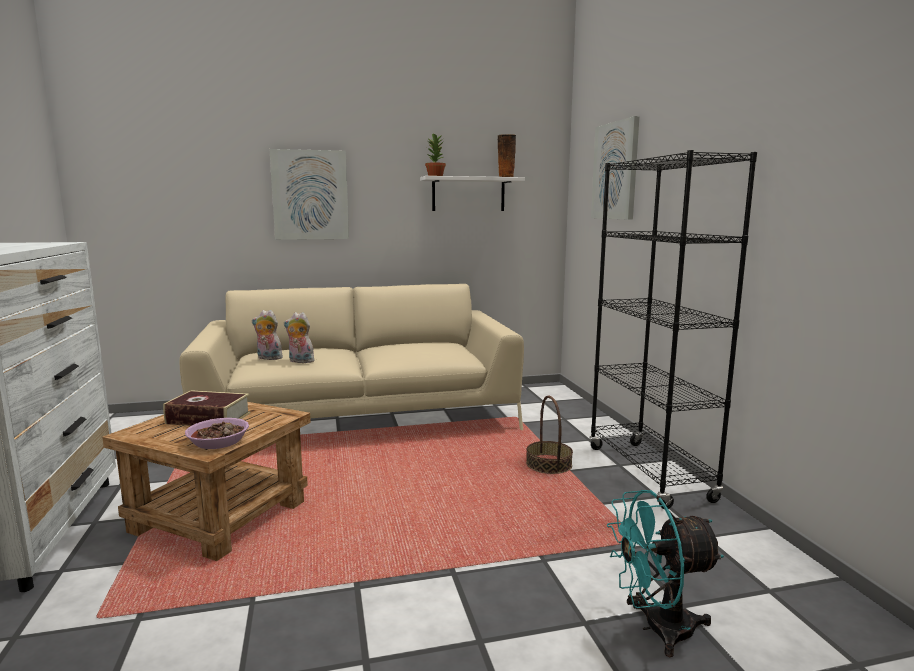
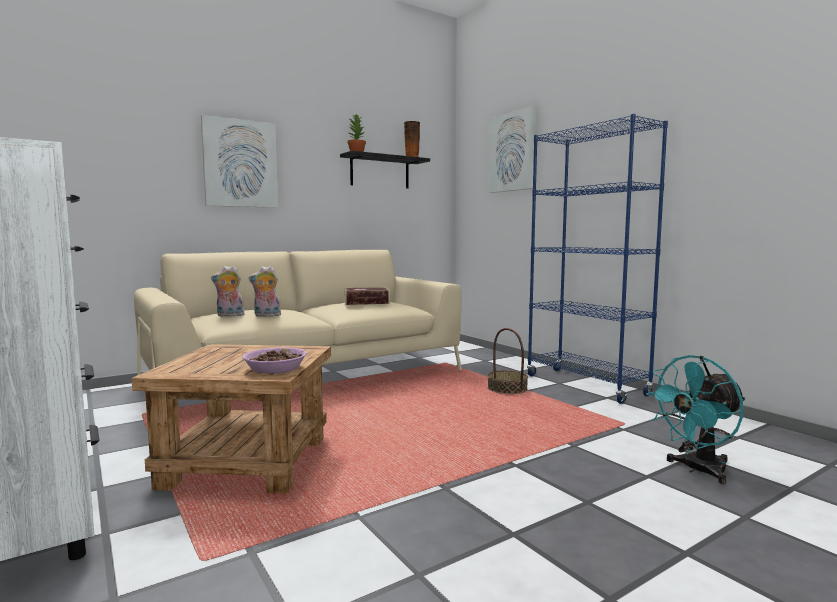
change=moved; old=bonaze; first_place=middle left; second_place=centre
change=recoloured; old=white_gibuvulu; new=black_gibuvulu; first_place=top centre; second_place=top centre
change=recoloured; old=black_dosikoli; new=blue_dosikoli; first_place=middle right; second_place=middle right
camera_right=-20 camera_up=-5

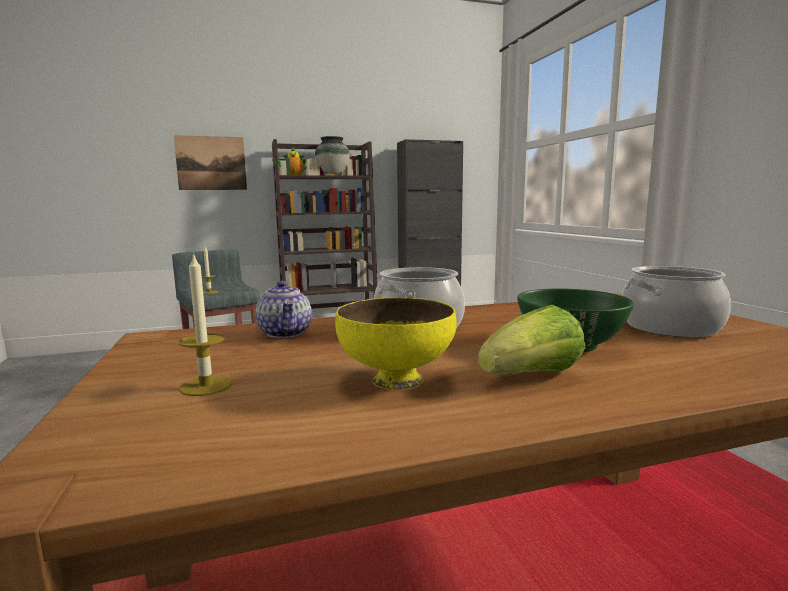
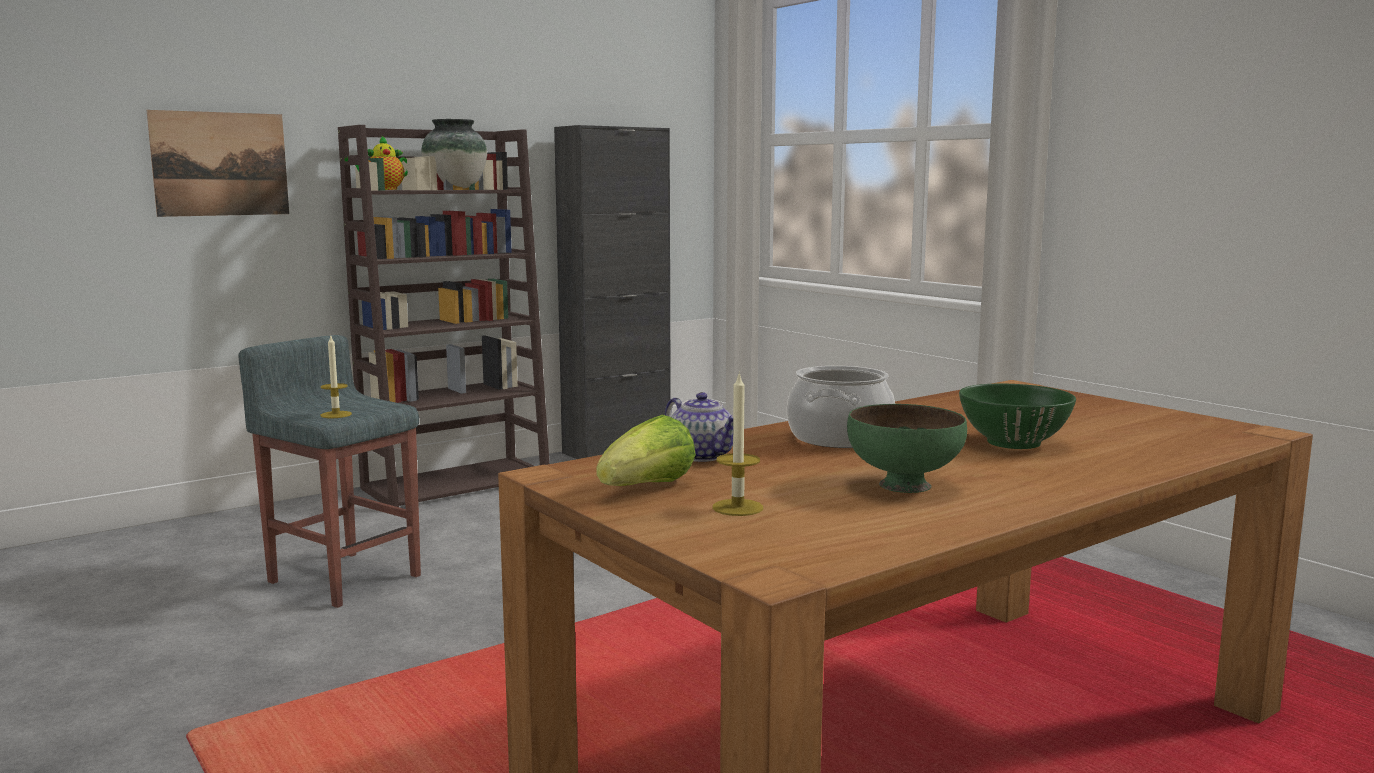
change=removed; old=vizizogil (2nd from left); first_place=middle right
change=moved; old=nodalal; first_place=middle right; second_place=centre
change=recoloured; old=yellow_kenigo; new=green_kenigo (1st from left); first_place=centre; second_place=centre
camera_right=-20 camera_up=0

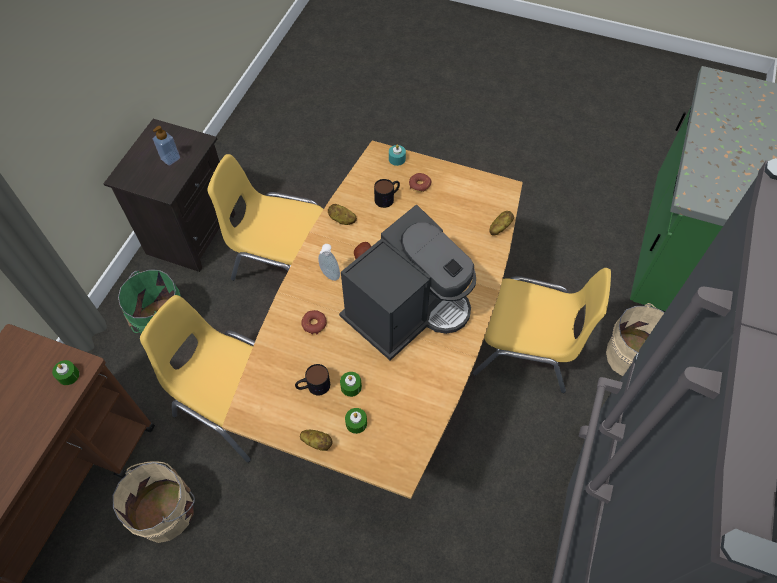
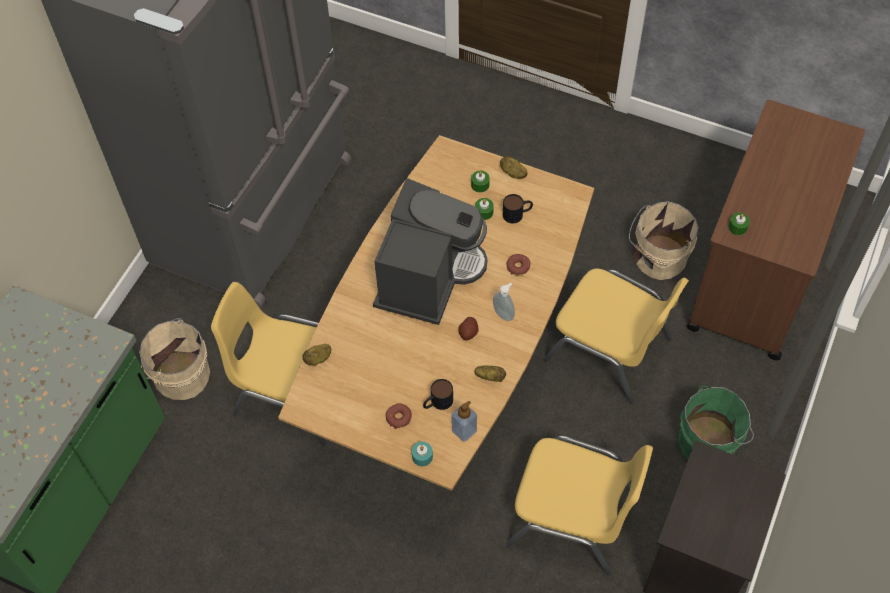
change=moved; old=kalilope (1st from left); first_place=top left; second_place=bottom centre
change=turned; old=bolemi; first_place=centre; second_place=centre; degrees=150
camera_right=-175 camera_up=0

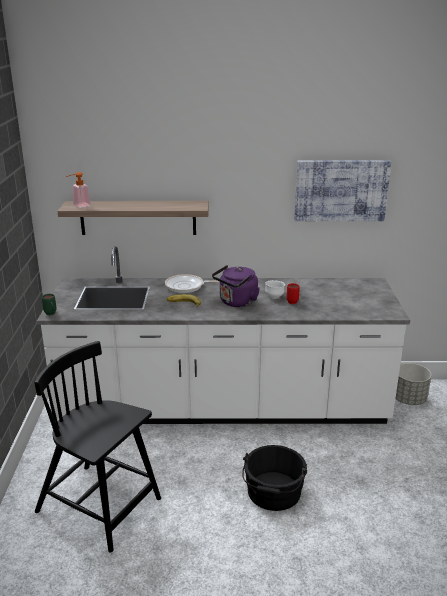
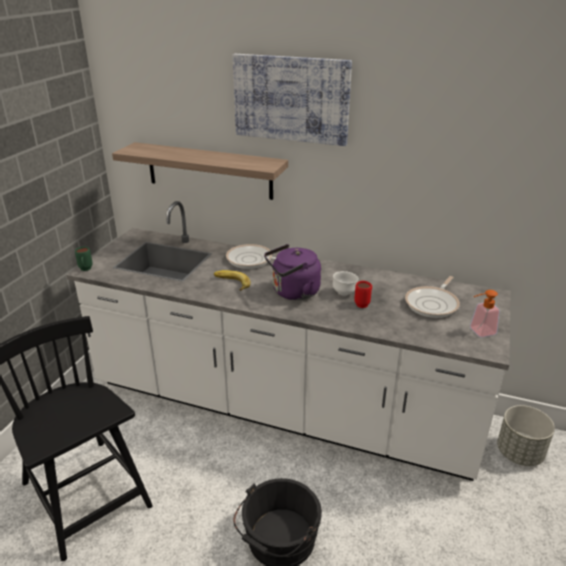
change=added; new=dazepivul (2nd from left); second_place=middle right
change=moved; old=kalilope; first_place=top left; second_place=middle right
change=moved; old=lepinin; first_place=top right; second_place=top centre
camera_right=20 camera_up=5

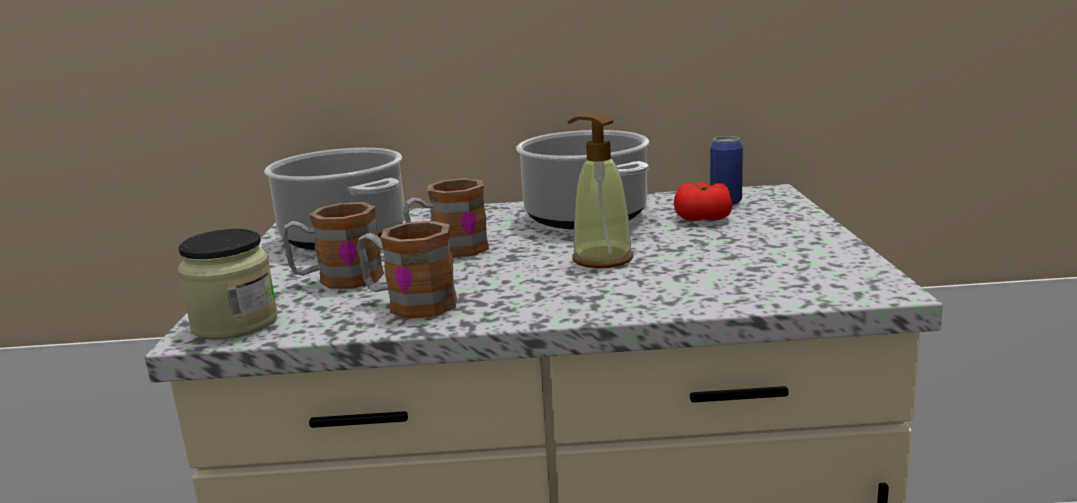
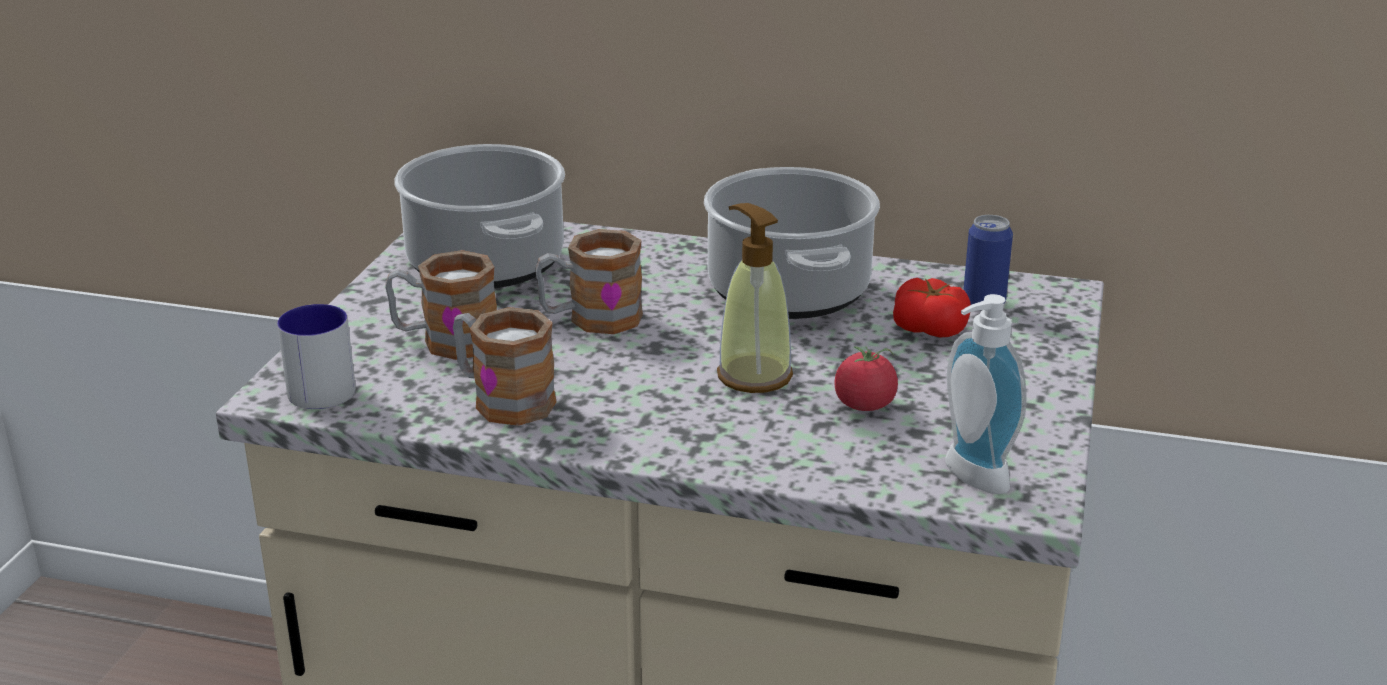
change=added; new=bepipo (1st from left); second_place=centre
change=added; new=kalilope (2nd from left); second_place=middle right
change=replaced; old=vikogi; new=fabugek (1st from left); first_place=middle left; second_place=middle left
camera_right=15 camera_up=10

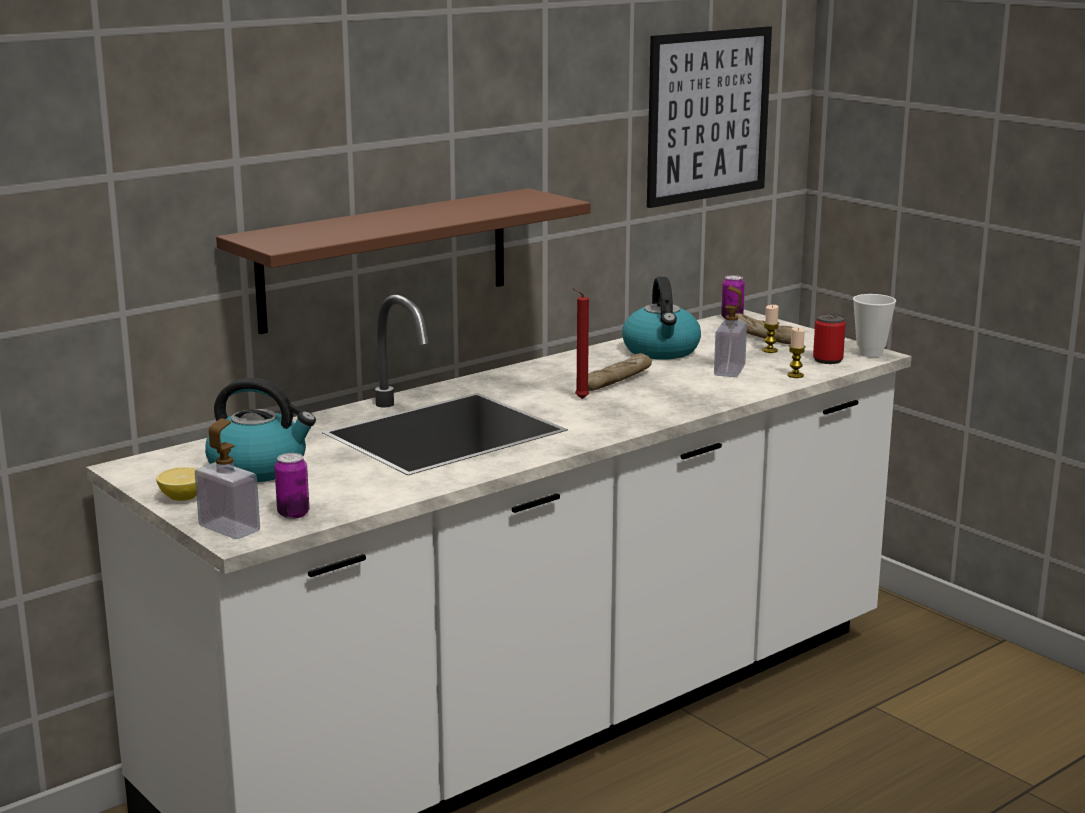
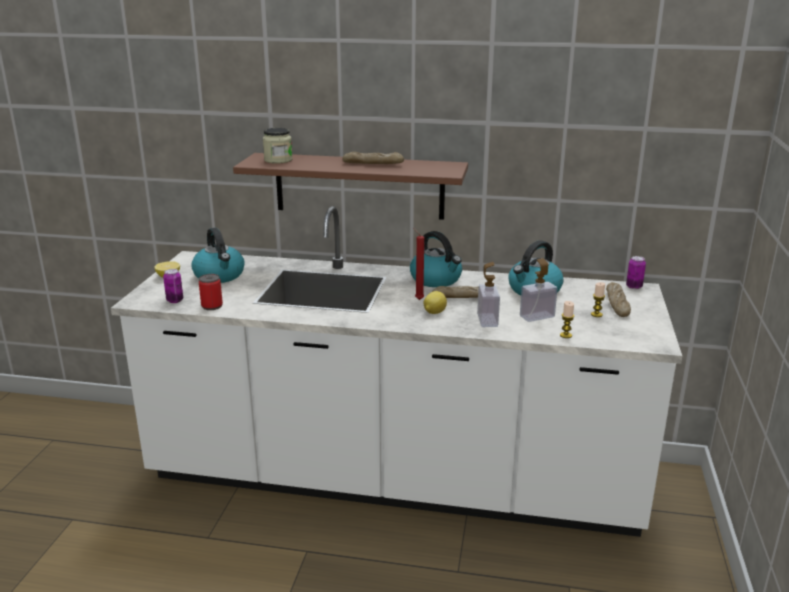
change=removed; old=lepinin; first_place=top centre
change=removed; old=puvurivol; first_place=middle right
change=added; new=vikogi; second_place=top centre
change=added; new=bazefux (1st from left); second_place=top centre
change=added; new=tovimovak (2nd from left); second_place=centre
change=added; new=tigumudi (2nd from left); second_place=centre
change=moved; old=kalilope (1st from left); first_place=middle left; second_place=centre
change=moved; old=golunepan (3rd from left in the first image); new=golunepan (2nd from left); first_place=middle right; second_place=middle left
camera_right=50 camera_up=5

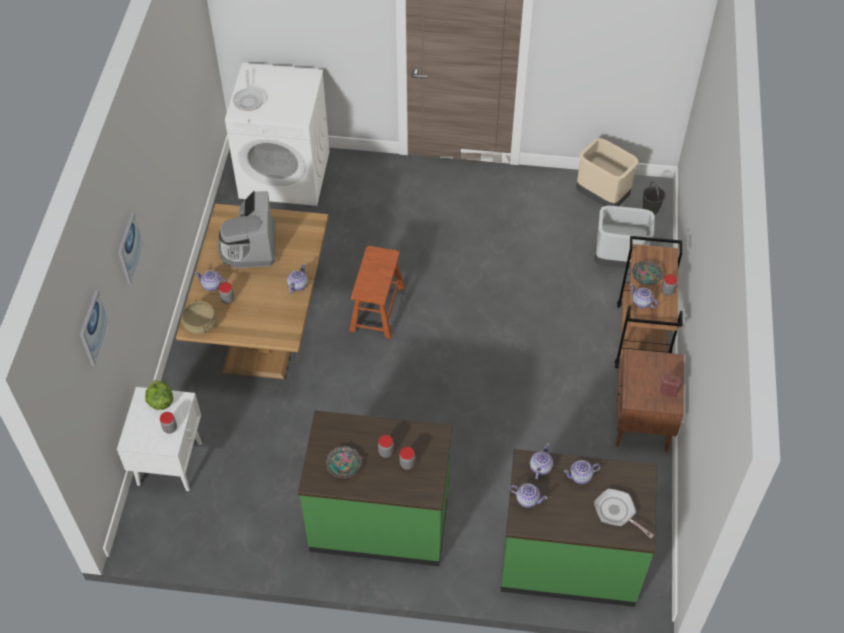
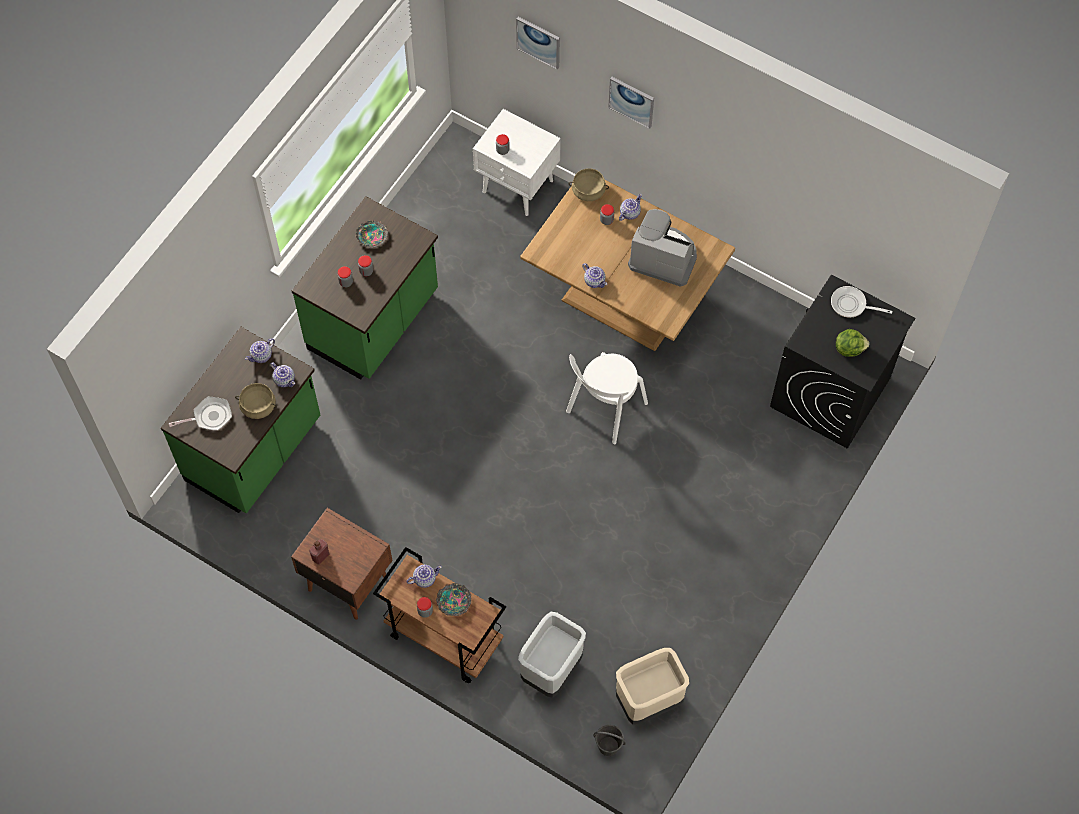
change=moved; old=nodalal; first_place=middle left; second_place=middle right
change=replaced; old=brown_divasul; new=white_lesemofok; first_place=centre; second_place=centre
change=replaced; old=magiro (5th from left); new=beige_vizizogil (1st from left); first_place=bottom right; second_place=middle left
change=recoloured; old=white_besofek; new=black_besofek; first_place=top left; second_place=middle right
camera_right=115 camera_up=10

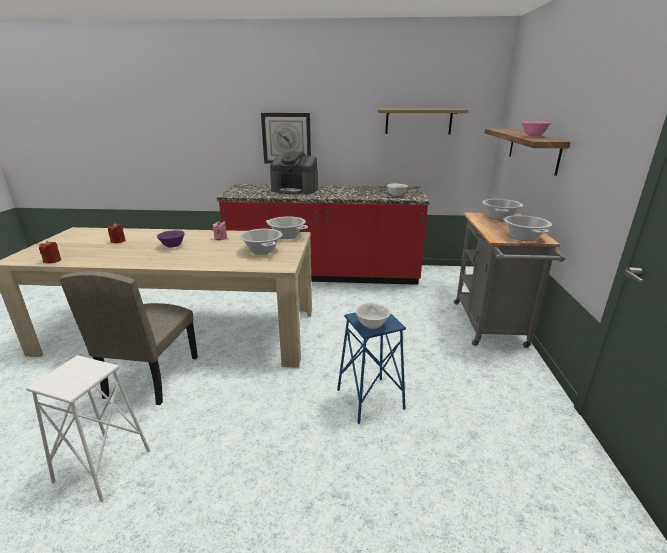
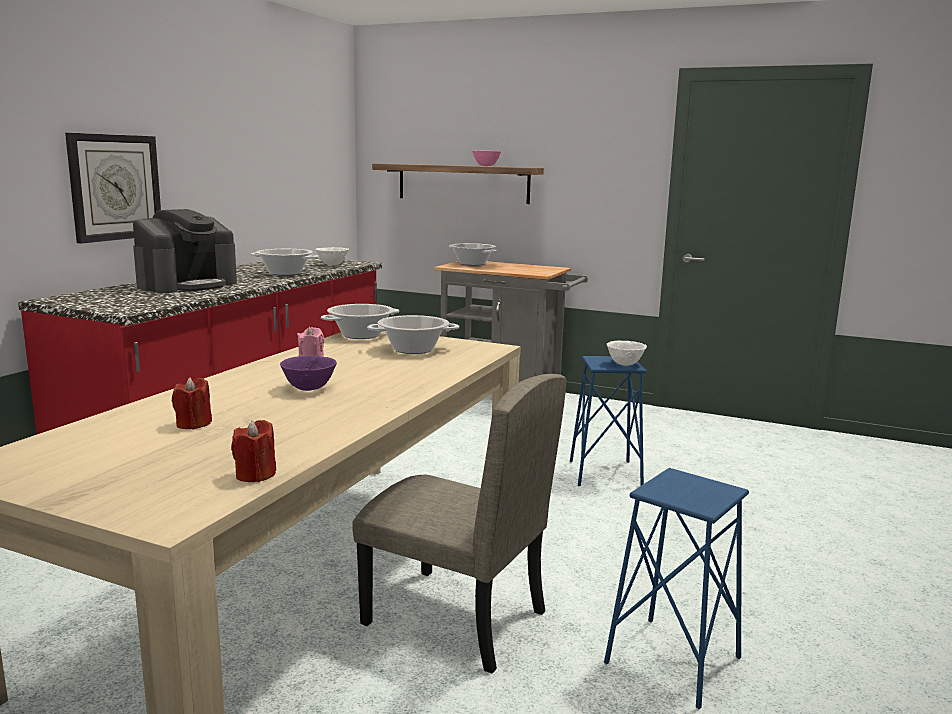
change=removed; old=gibuvulu (1st from left); first_place=top centre
change=moved; old=vizizogil (4th from left in the first image); new=vizizogil (1st from left); first_place=middle right; second_place=middle left
change=recoloured; old=white_divasul; new=blue_divasul (2nd from left); first_place=bottom left; second_place=bottom right
camera_right=-70 camera_up=-10

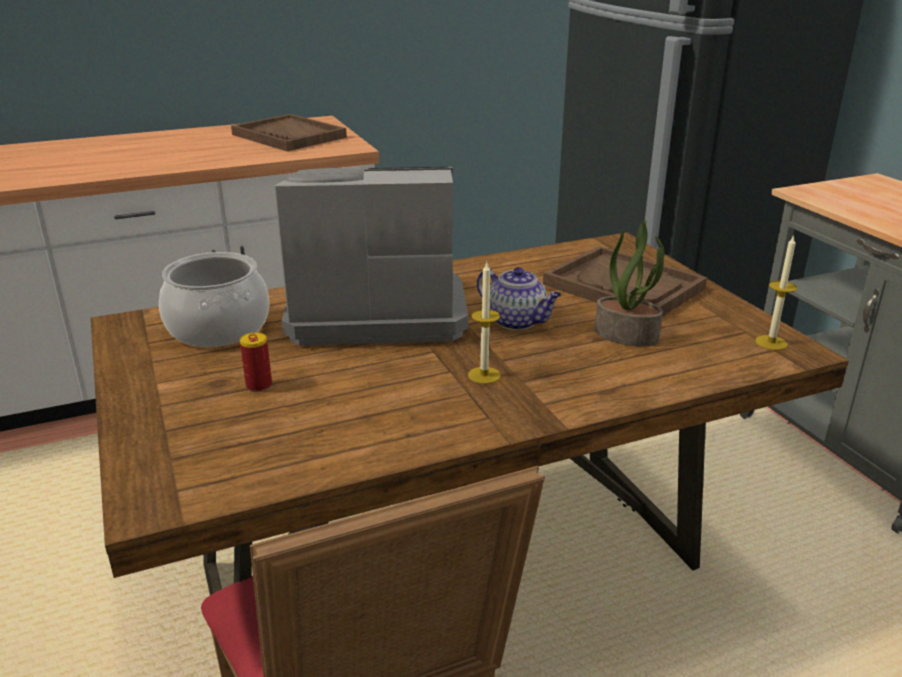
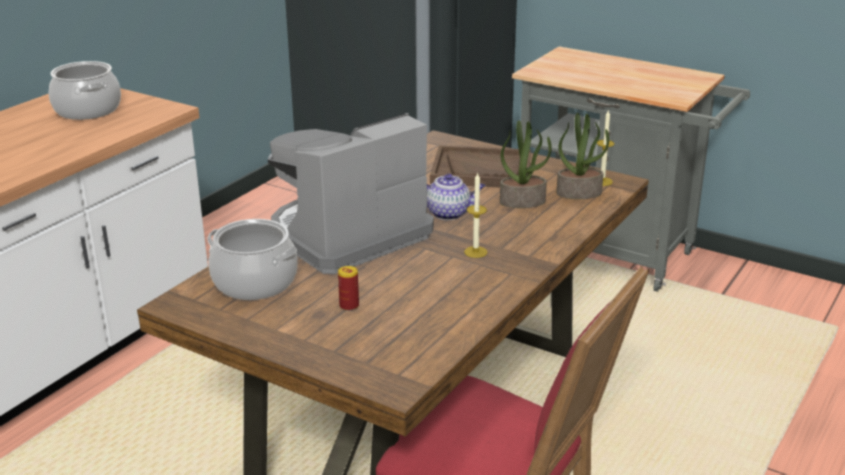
change=added; new=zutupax (2nd from left); second_place=top right
change=replaced; old=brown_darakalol (1st from left); new=vizizogil (1st from left); first_place=top left; second_place=top left
camera_right=-35 camera_up=0

